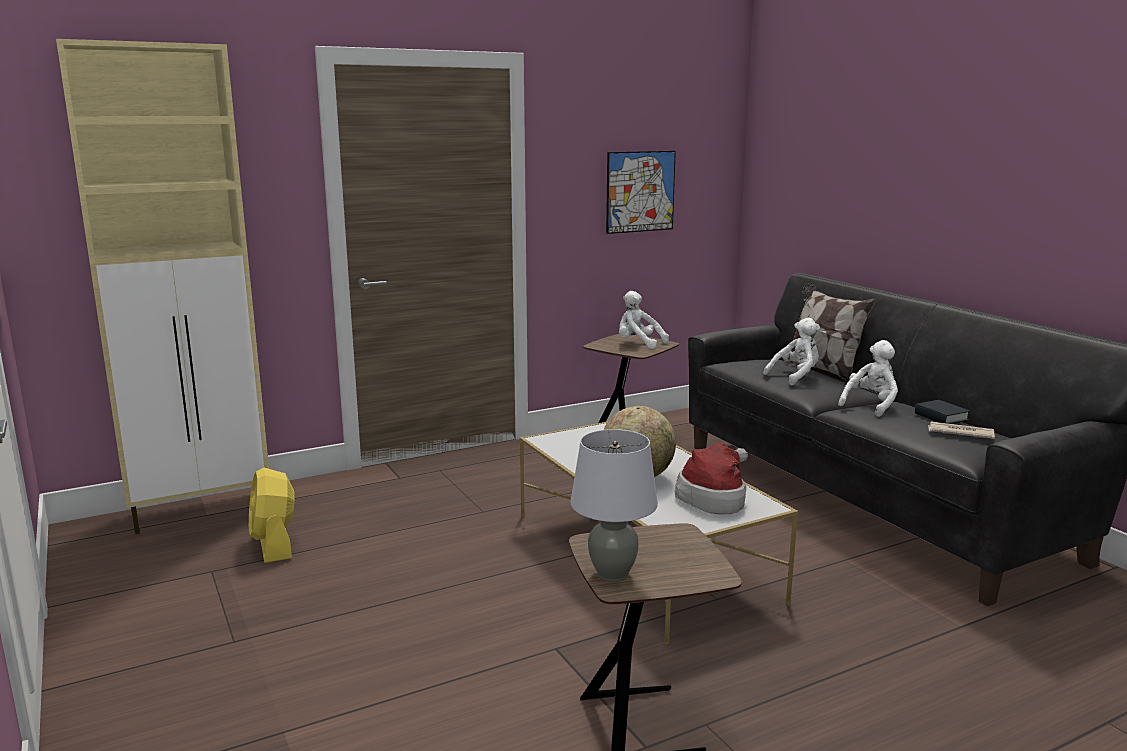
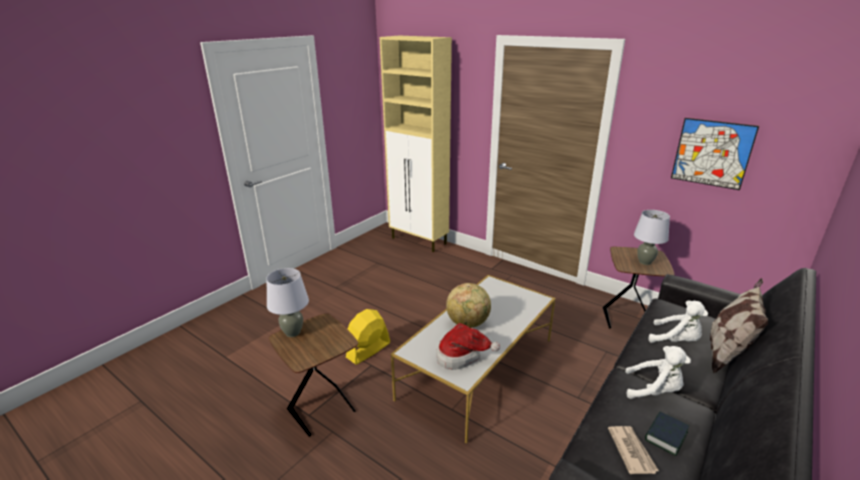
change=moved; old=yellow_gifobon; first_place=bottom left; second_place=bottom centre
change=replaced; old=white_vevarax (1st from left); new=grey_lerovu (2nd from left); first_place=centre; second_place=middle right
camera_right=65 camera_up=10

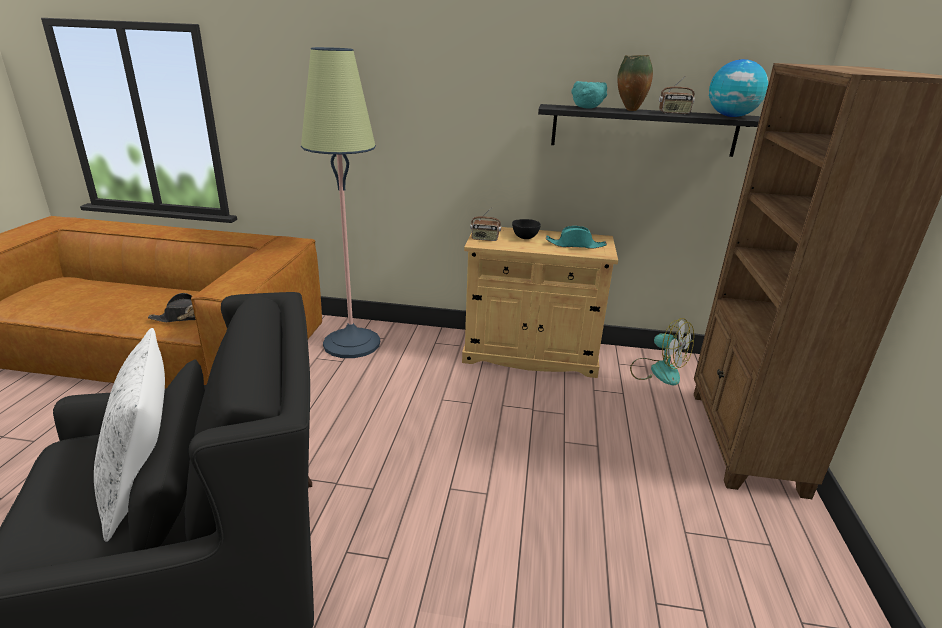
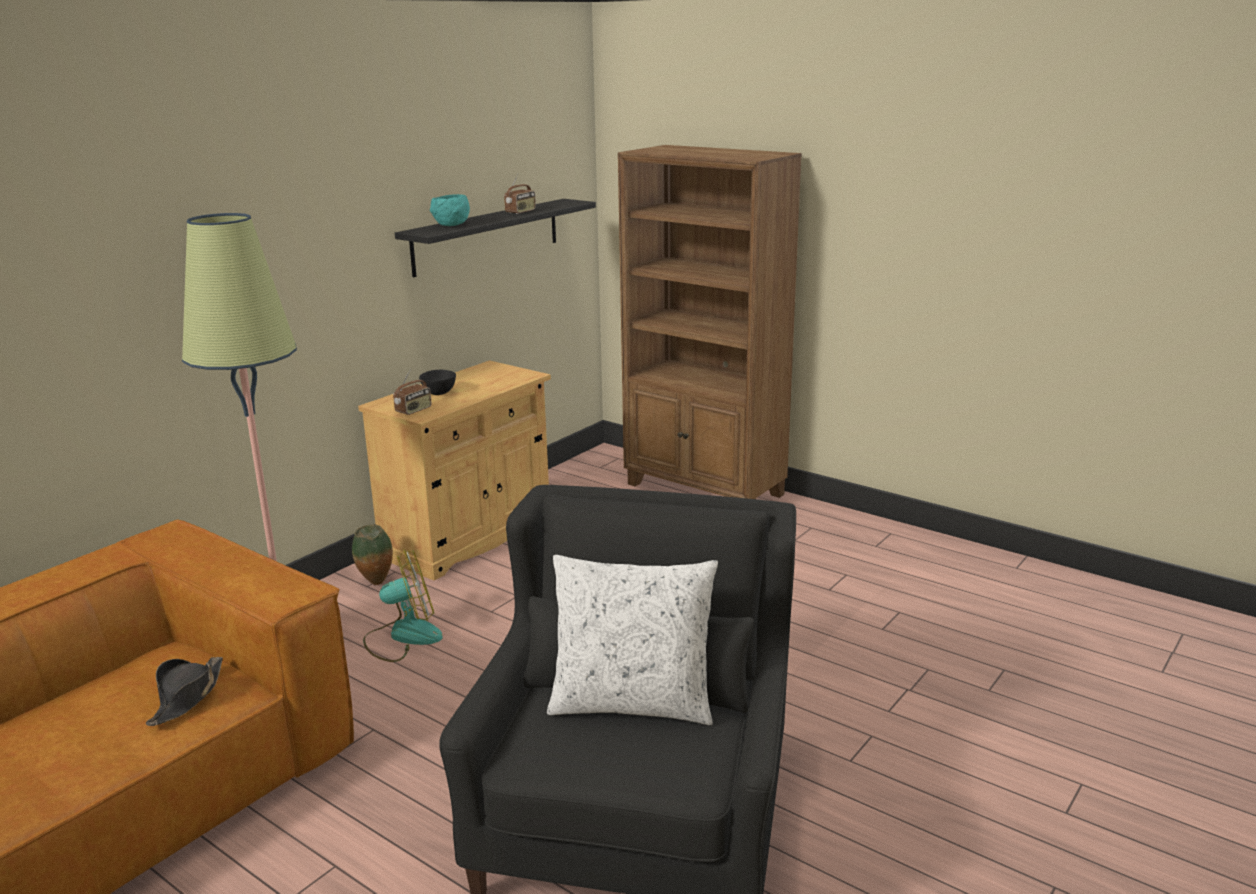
change=removed; old=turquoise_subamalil; first_place=centre
change=removed; old=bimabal; first_place=top right
change=moved; old=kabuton; first_place=top right; second_place=middle left
change=moved; old=gifobon; first_place=middle right; second_place=bottom left
camera_right=-60 camera_up=-5

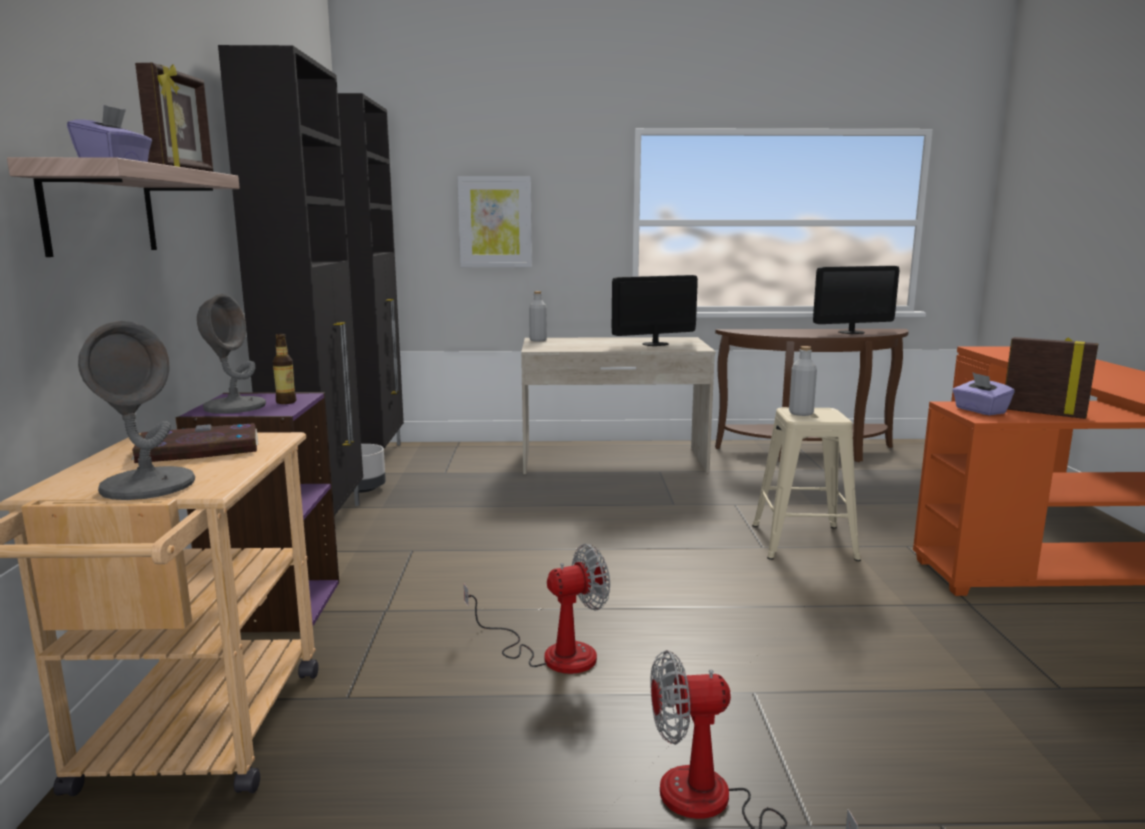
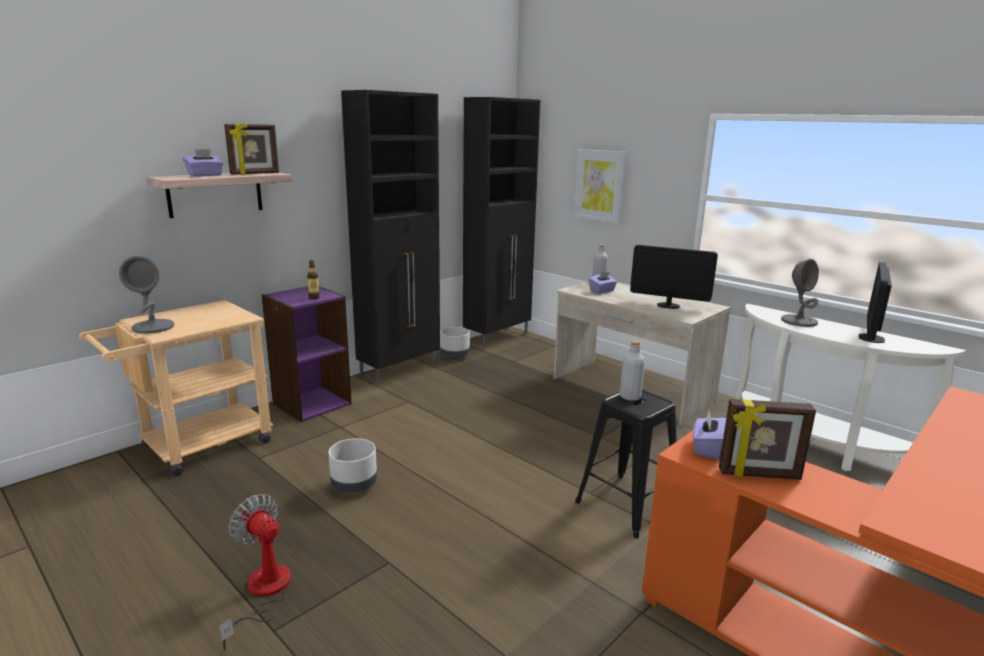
change=removed; old=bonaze; first_place=middle left
change=added; new=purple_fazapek (2nd from left); second_place=centre
change=moved; old=grey_lerovu (2nd from left); first_place=middle left; second_place=middle right
change=replaced; old=gifobon (1st from left); new=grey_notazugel (1st from left); first_place=bottom centre; second_place=bottom centre
change=recoloured; old=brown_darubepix; new=white_darubepix; first_place=middle right; second_place=middle right
change=recoloured; old=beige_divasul; new=black_divasul; first_place=middle right; second_place=bottom centre
change=turned; old=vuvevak (2nd from left); first_place=middle right; second_place=middle right; degrees=90
change=turned; old=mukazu (2nd from left); first_place=middle right; second_place=bottom right; degrees=105
camera_right=45 camera_up=5

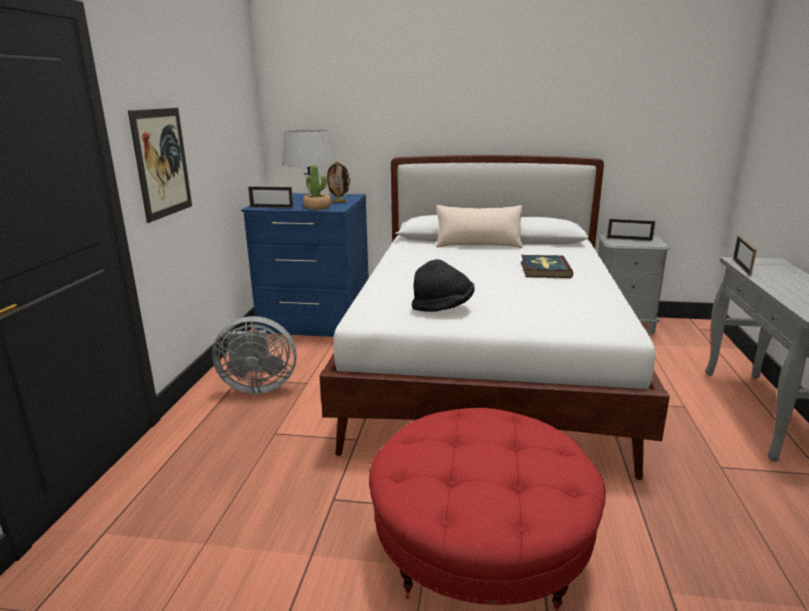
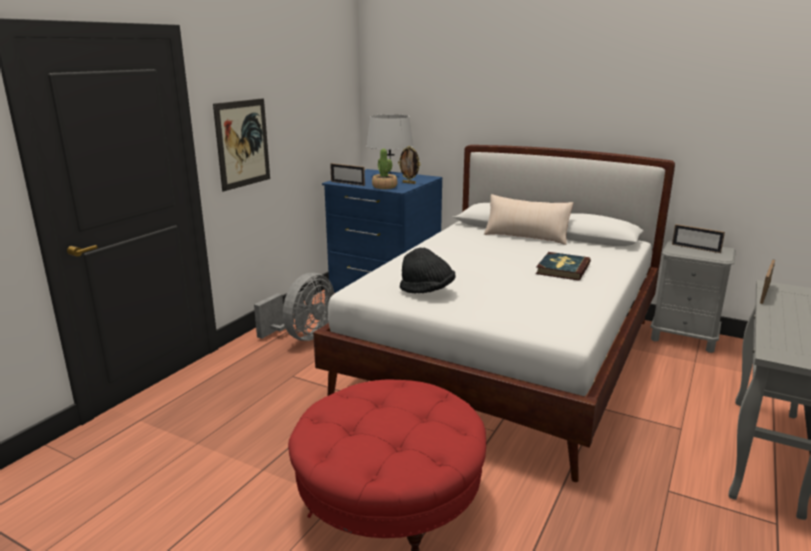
change=turned; old=grey_gifobon; first_place=middle left; second_place=centre; degrees=-75
camera_right=20 camera_up=0

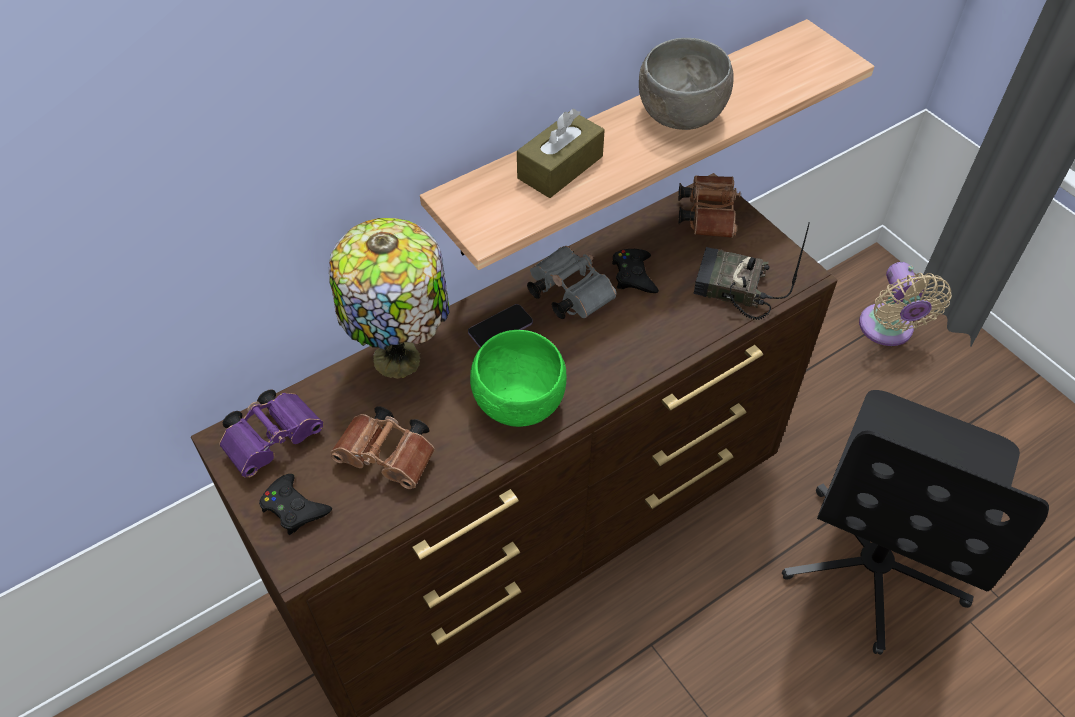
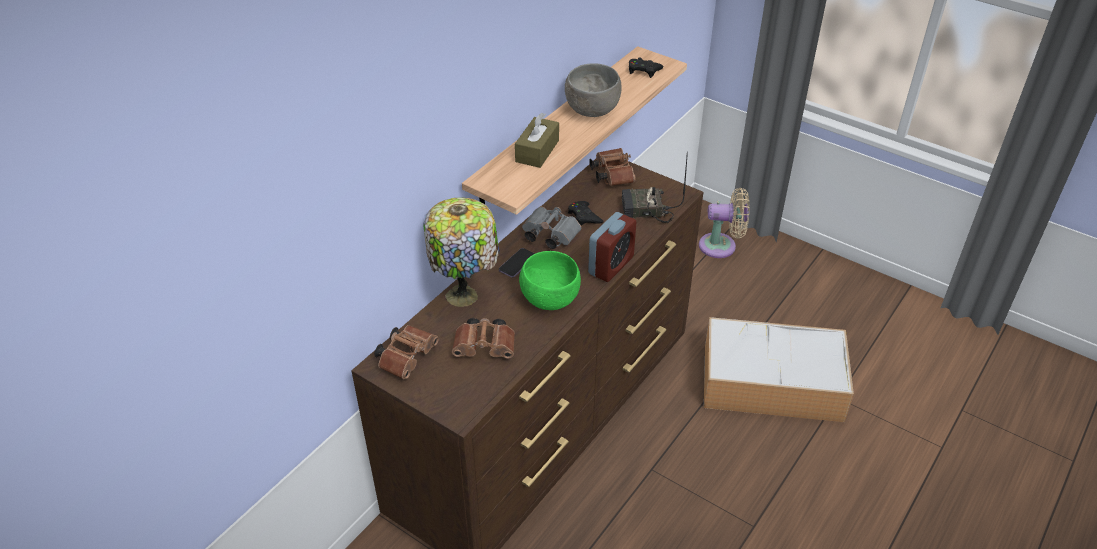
change=added; new=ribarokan; second_place=centre
change=moved; old=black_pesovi (1st from left in the first image); new=black_pesovi (2nd from left); first_place=bottom left; second_place=top centre
change=replaced; old=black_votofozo; new=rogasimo; first_place=bottom right; second_place=bottom right
change=recoloured; old=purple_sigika; new=brown_sigika (1st from left); first_place=middle left; second_place=centre
change=turned; old=beige_gifobon; first_place=middle right; second_place=centre; degrees=-60
camera_right=-20 camera_up=-10

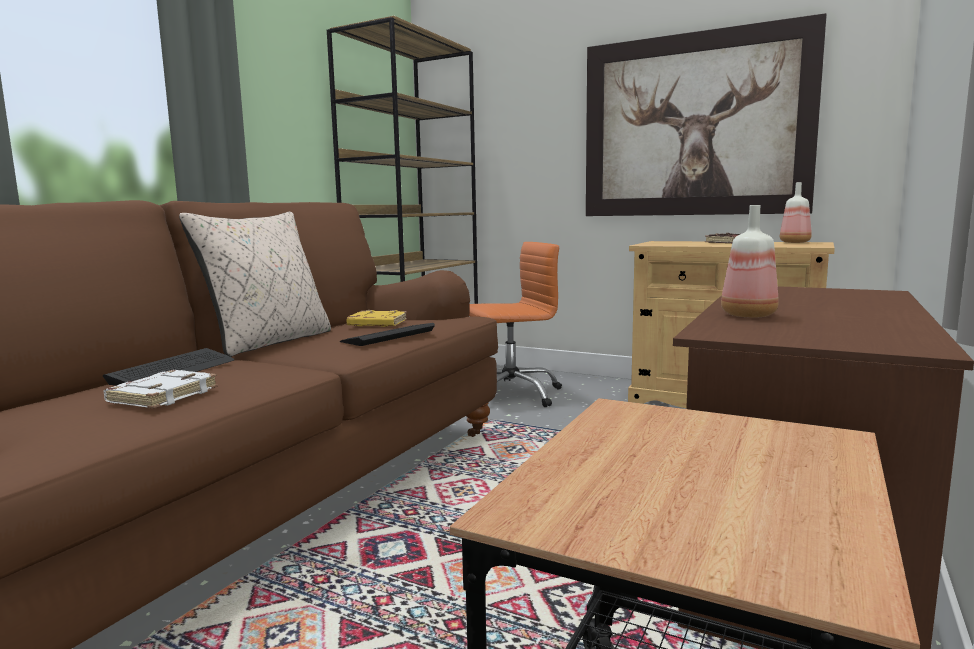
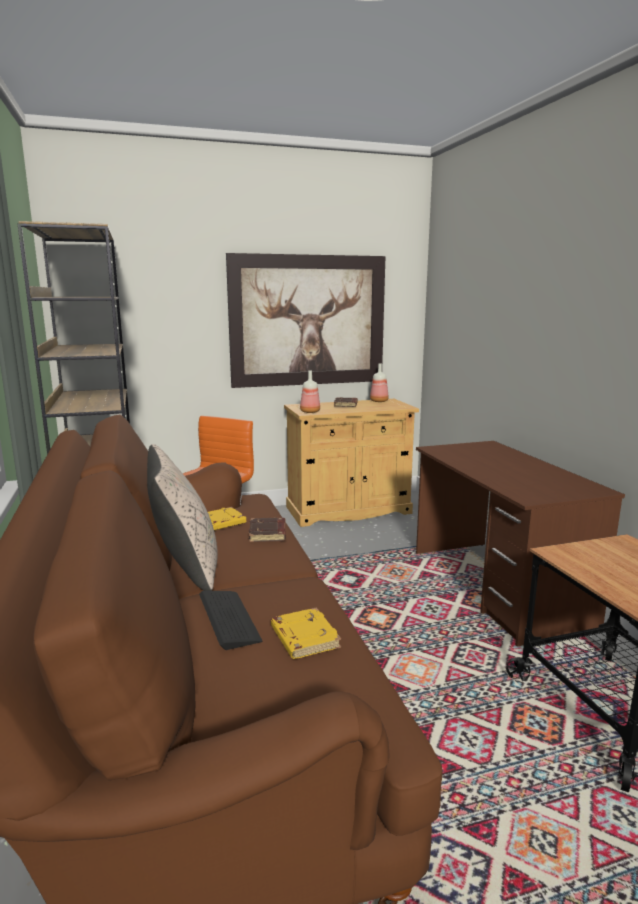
change=moved; old=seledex (1st from left); first_place=middle right; second_place=centre
change=replaced; old=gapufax (2nd from left); new=brown_bonaze (1st from left); first_place=centre; second_place=centre
change=recoloured; old=white_bonaze; new=yellow_bonaze (2nd from left); first_place=middle left; second_place=bottom centre
camera_right=-45 camera_up=5

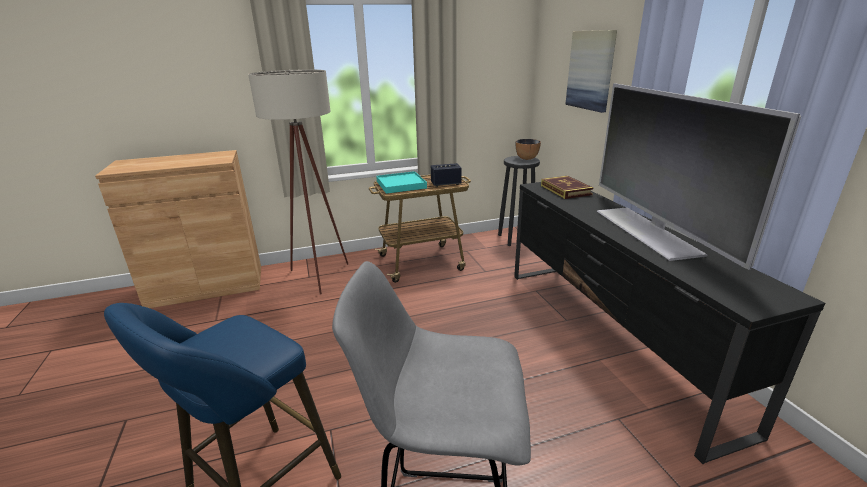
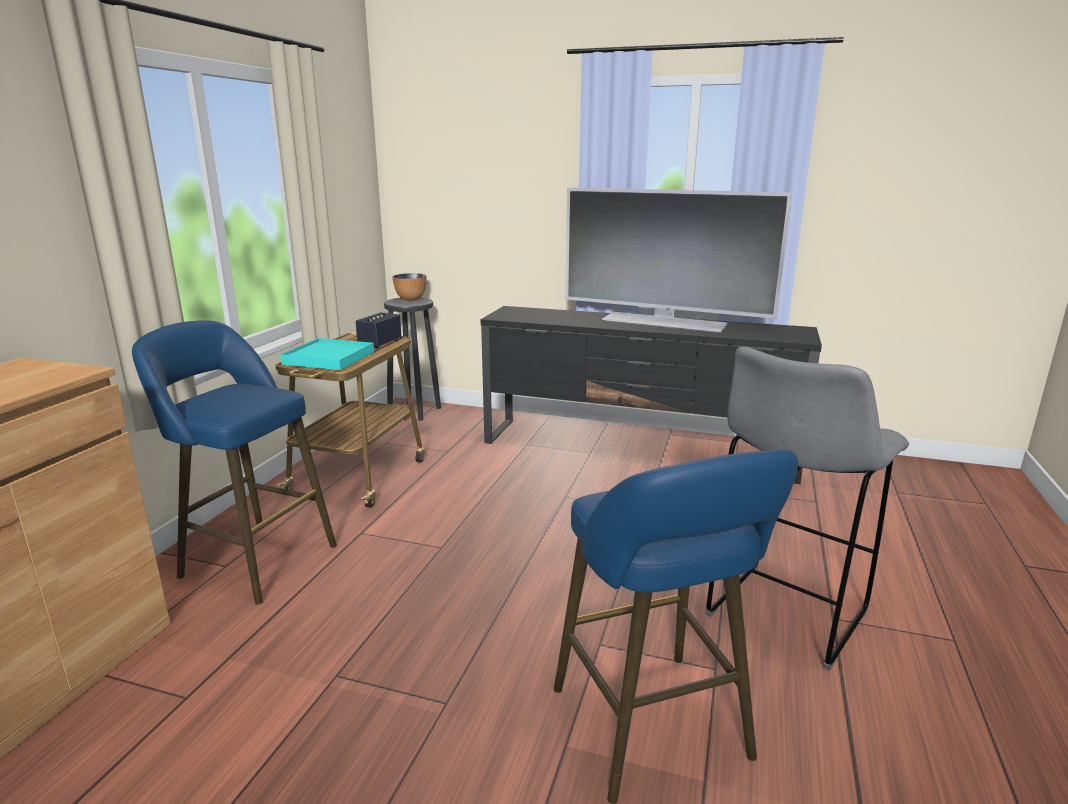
change=removed; old=bonaze; first_place=centre
change=removed; old=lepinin; first_place=top right
change=replaced; old=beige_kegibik; new=blue_divasul (1st from left); first_place=centre; second_place=middle left
camera_right=-55 camera_up=-5

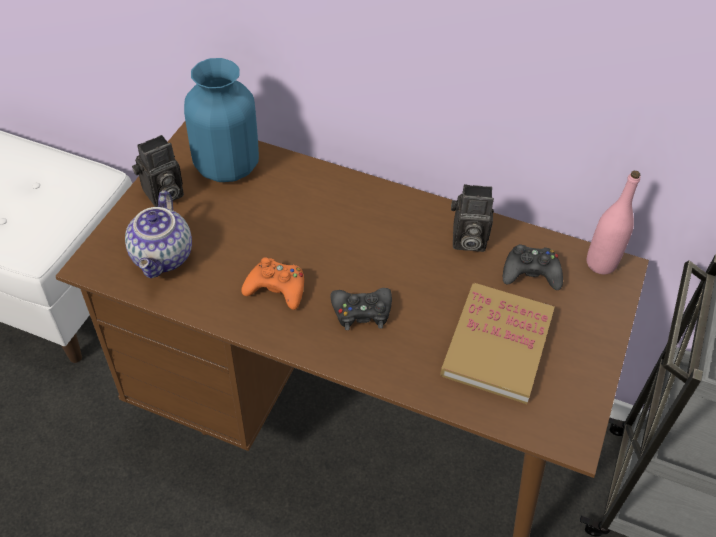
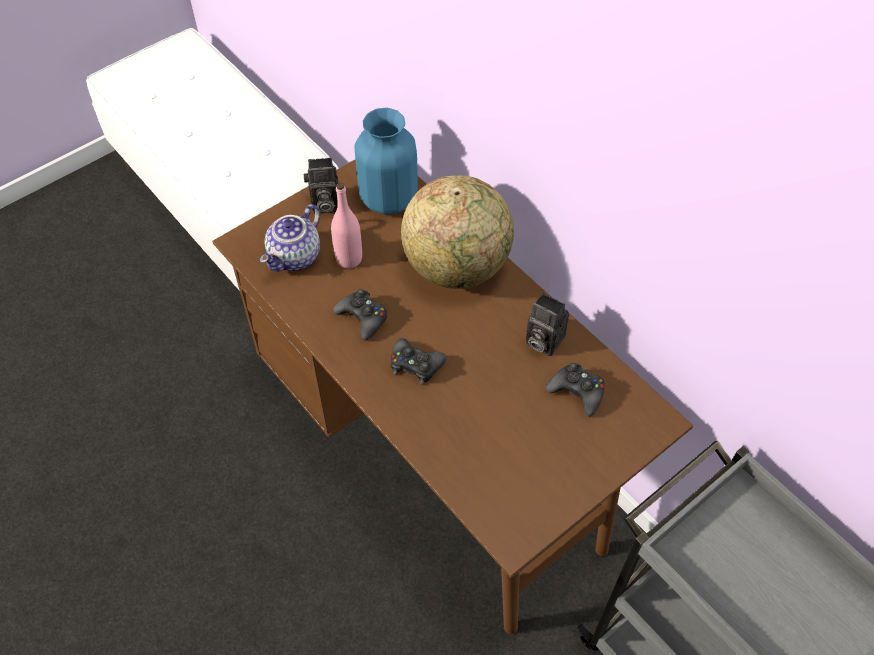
change=removed; old=bonaze; first_place=middle right
change=added; new=bimabal; second_place=centre
change=moved; old=pink_seledex; first_place=middle right; second_place=centre
change=recoloured; old=orange_pesovi; new=black_pesovi (1st from left); first_place=centre; second_place=centre
camera_right=30 camera_up=5

